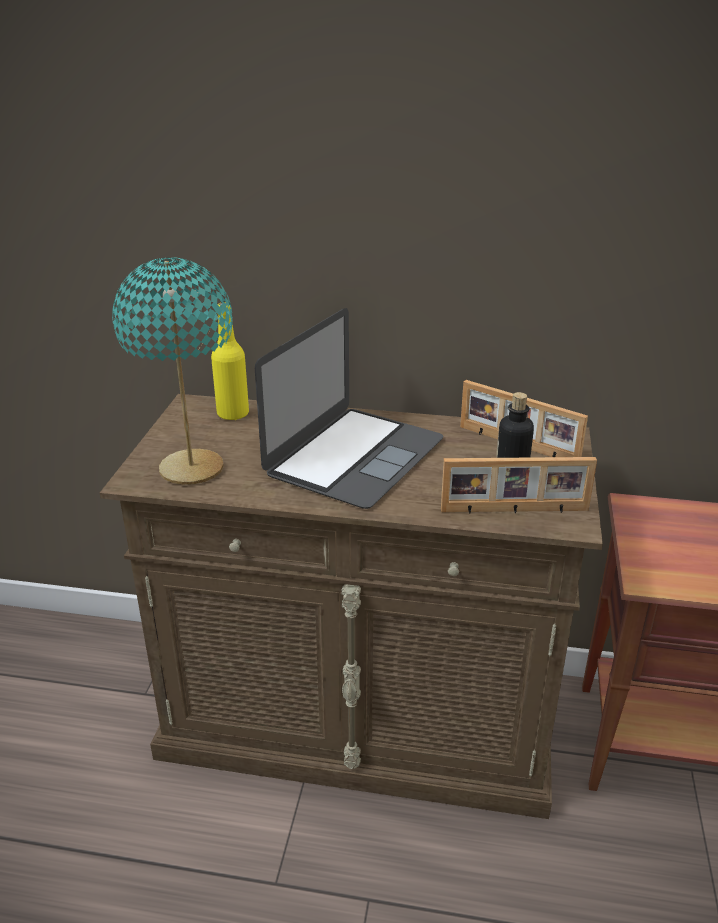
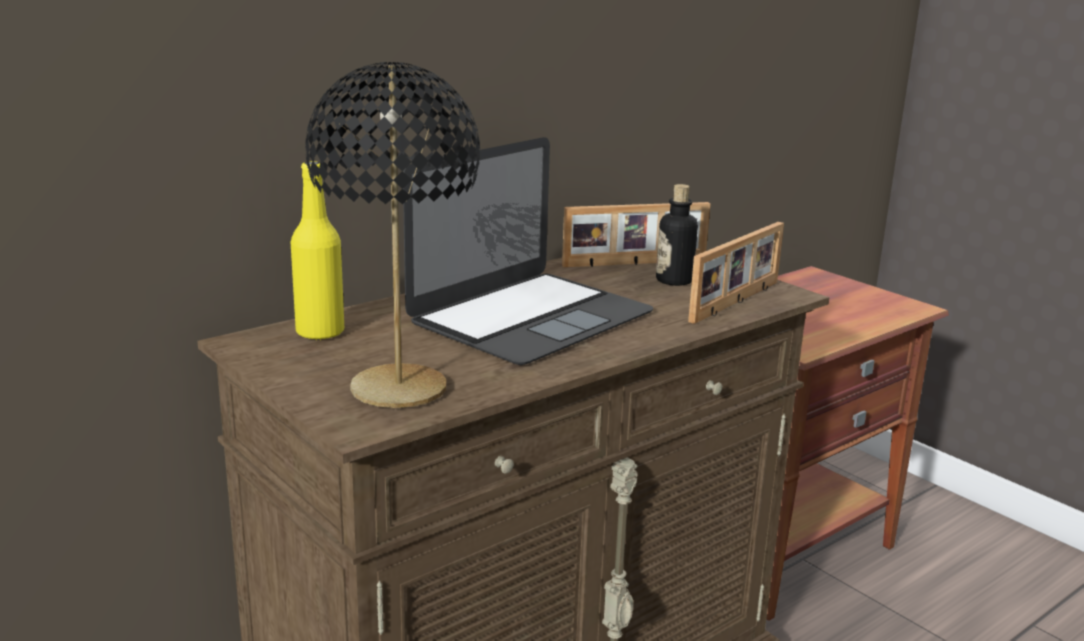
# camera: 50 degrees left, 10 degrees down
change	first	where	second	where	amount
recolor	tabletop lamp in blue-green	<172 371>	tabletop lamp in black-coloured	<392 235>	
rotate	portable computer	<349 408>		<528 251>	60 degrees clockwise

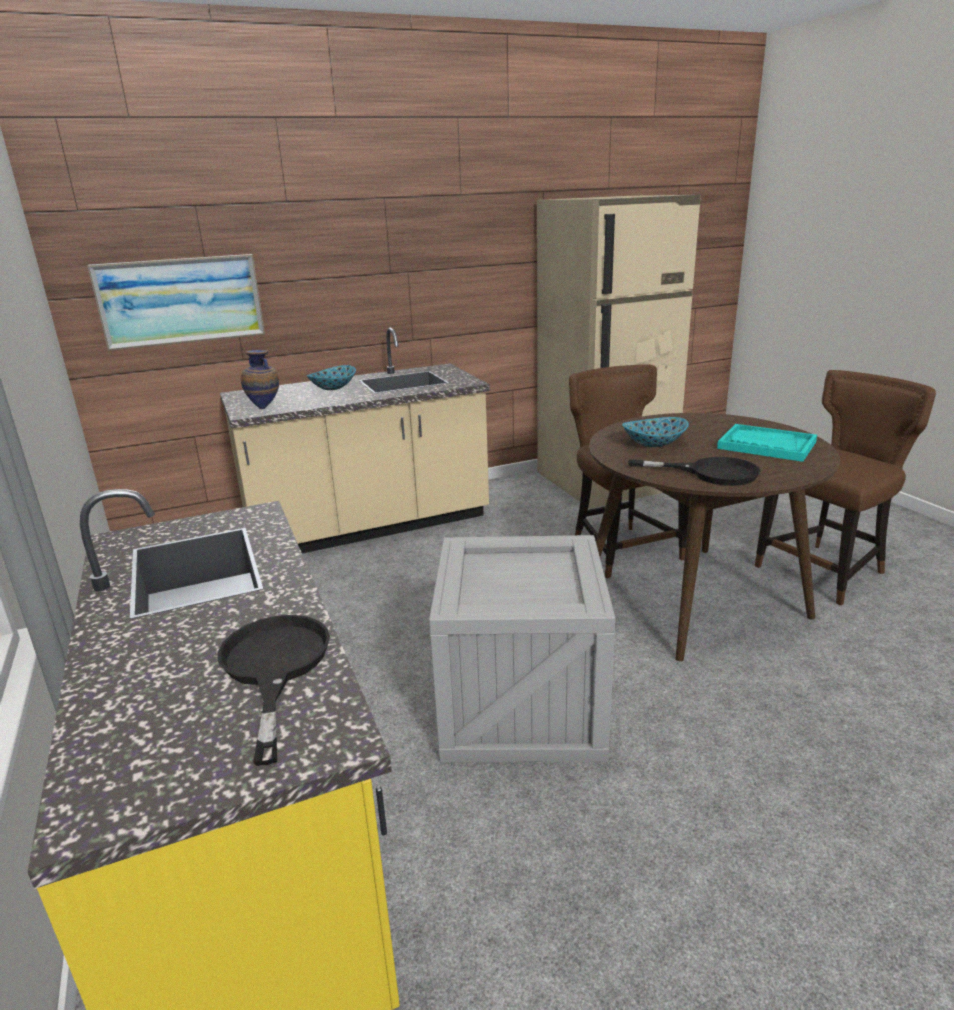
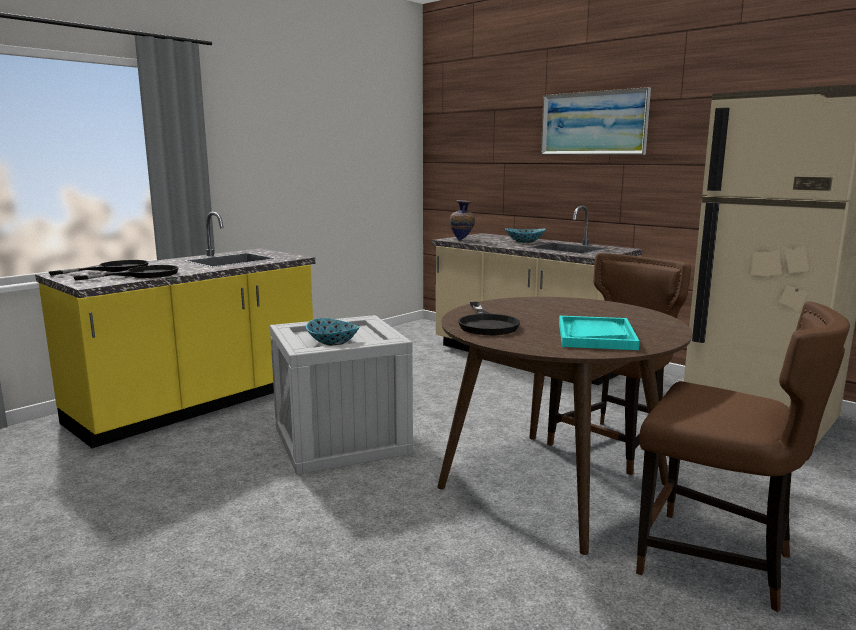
# camera: 65 degrees right, 10 degrees down
change	first	where	second	where	amount
insert			frying pan in black-coloured	<99 267>	
move	wall art	<176 302>		<596 121>	
move	bowl	<655 432>		<332 332>	

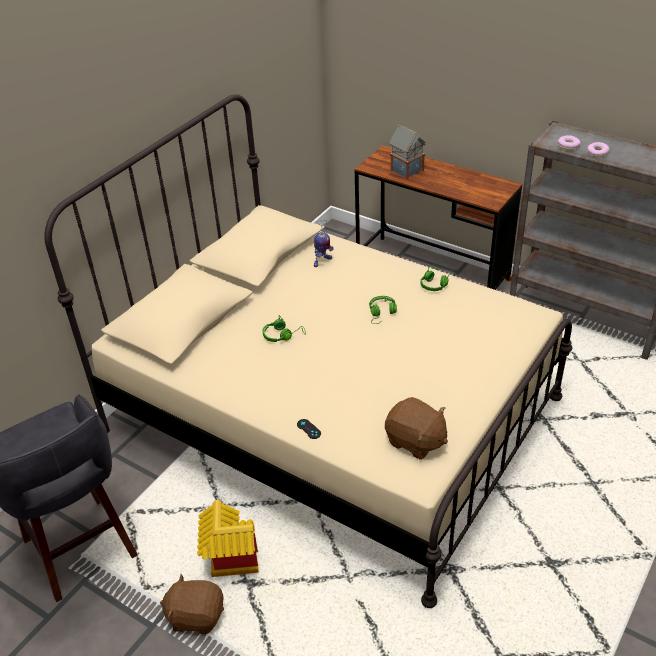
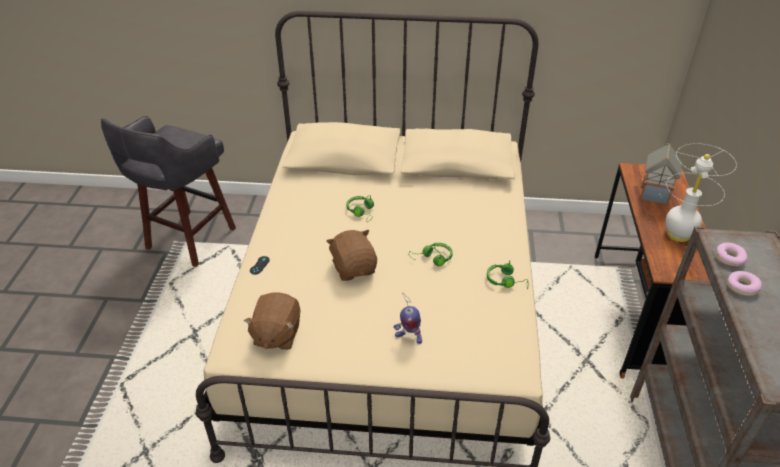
# camera: 60 degrees right, 0 degrees up
change	first	where	second	where	amount
delete	model house	<228 538>			
insert			tabletop lamp in white	<701 192>	
move	cuddly toy in brown	<192 604>		<352 255>	
move	robot figure	<324 243>		<407 318>	

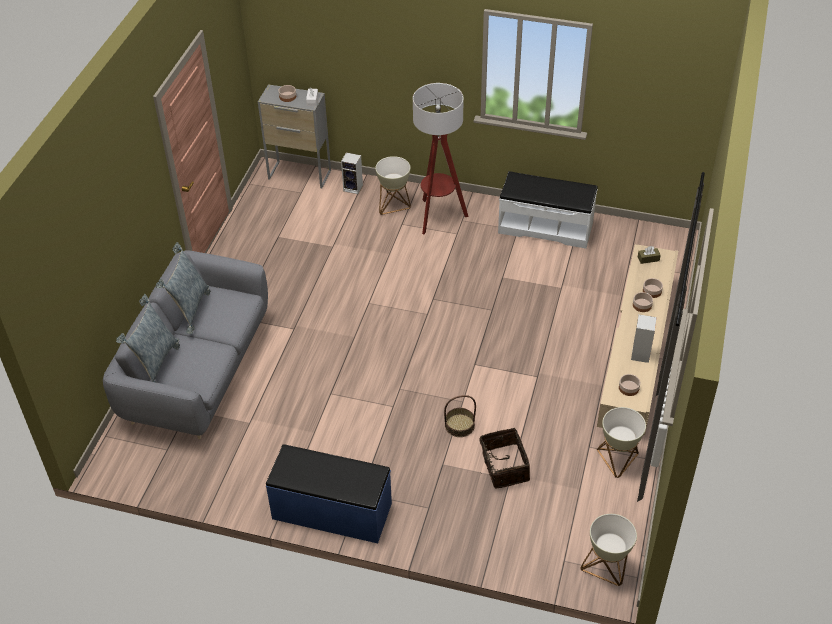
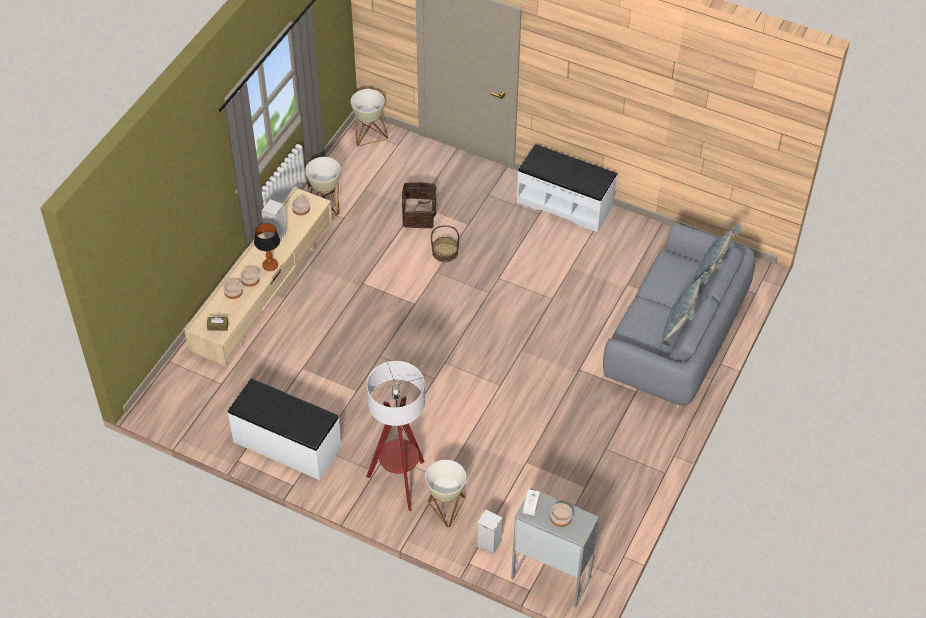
# camera: 170 degrees left, 5 degrees up
change	first	where	second	where	amount
insert			tabletop lamp	<267 247>	
recolor	indoor bench in blue-coloured	<329 493>	indoor bench in white	<567 188>	

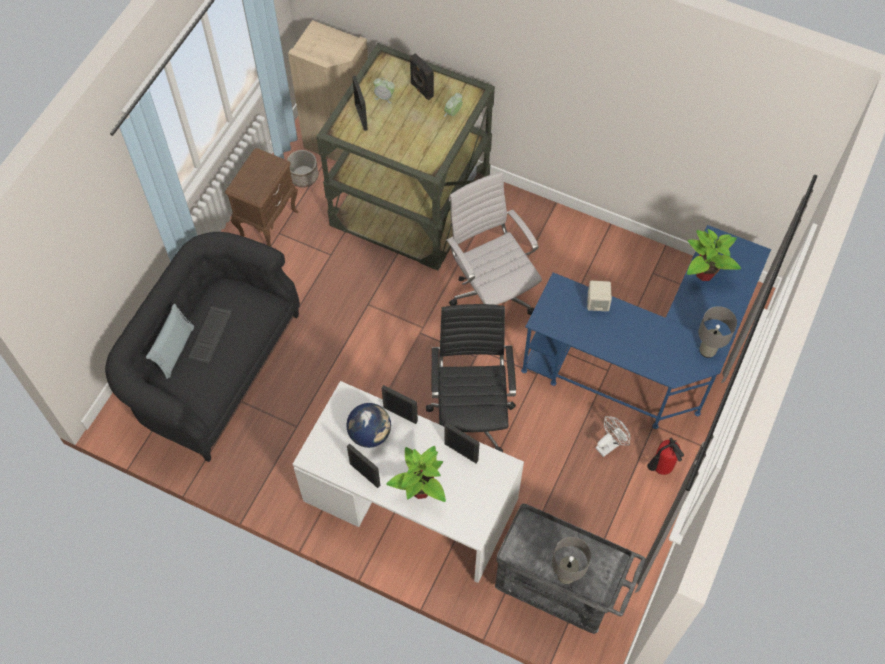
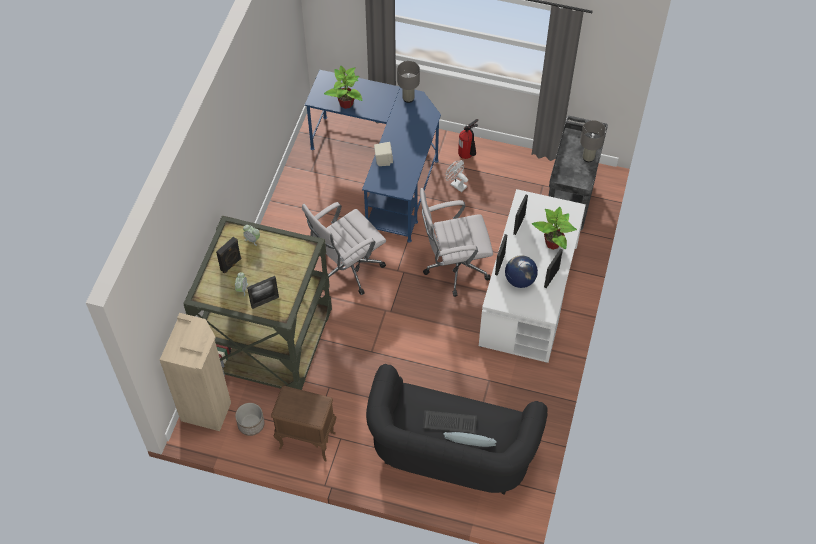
# camera: 100 degrees left, 5 degrees down
change	first	where	second	where	amount
recolor	computer chair in black-coloured	<471 378>	computer chair in white	<456 242>	

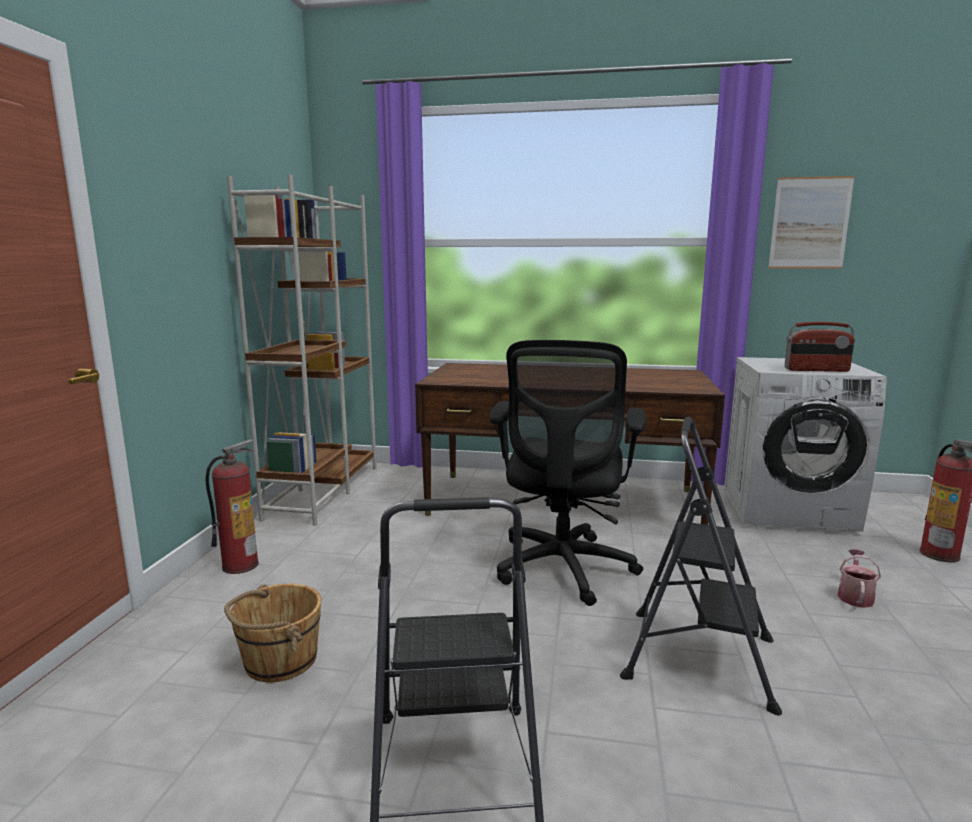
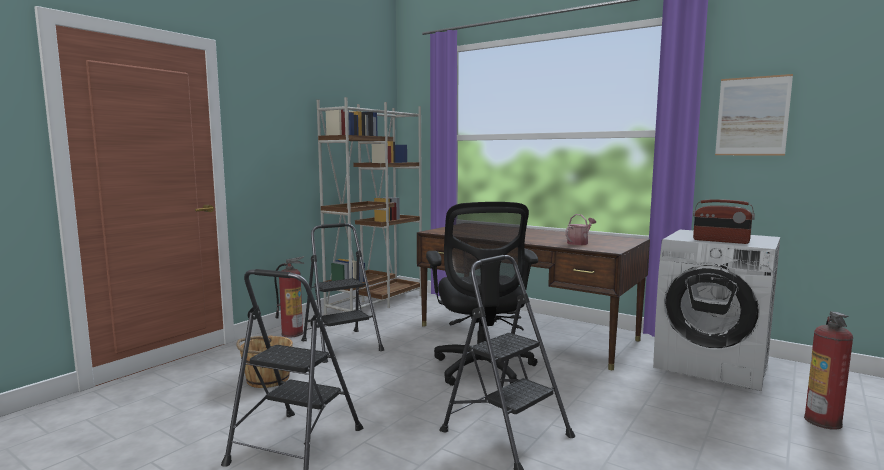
# camera: 25 degrees right, 5 degrees down
change	first	where	second	where	amount
insert			step stool in black-coloured	<342 293>	
move	watering can	<859 578>		<580 229>	
rotate	computer chair in black-coloured	<568 473>		<482 294>	45 degrees counterclockwise

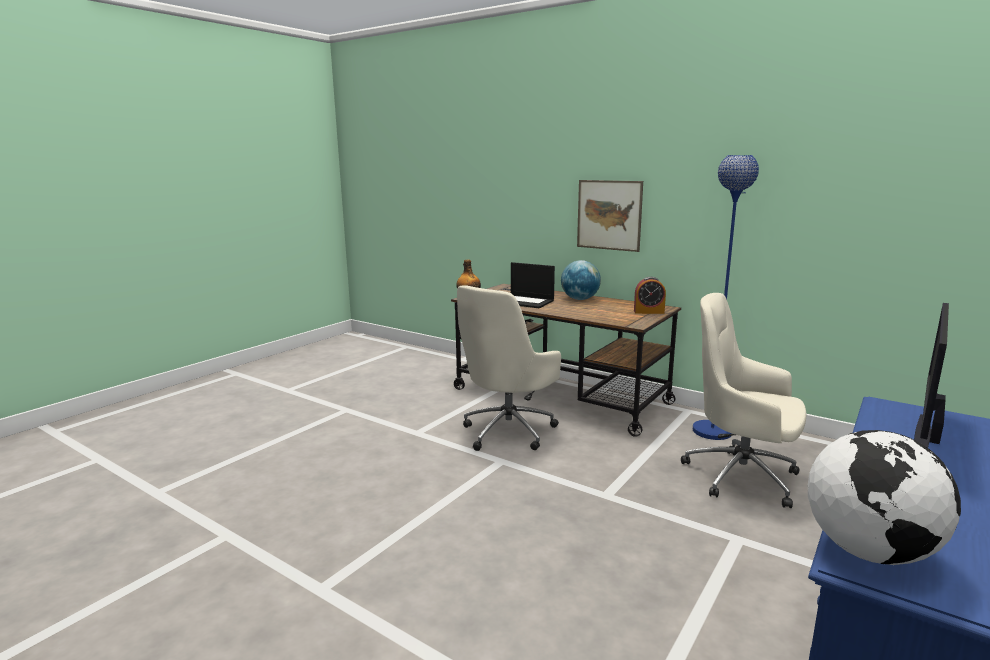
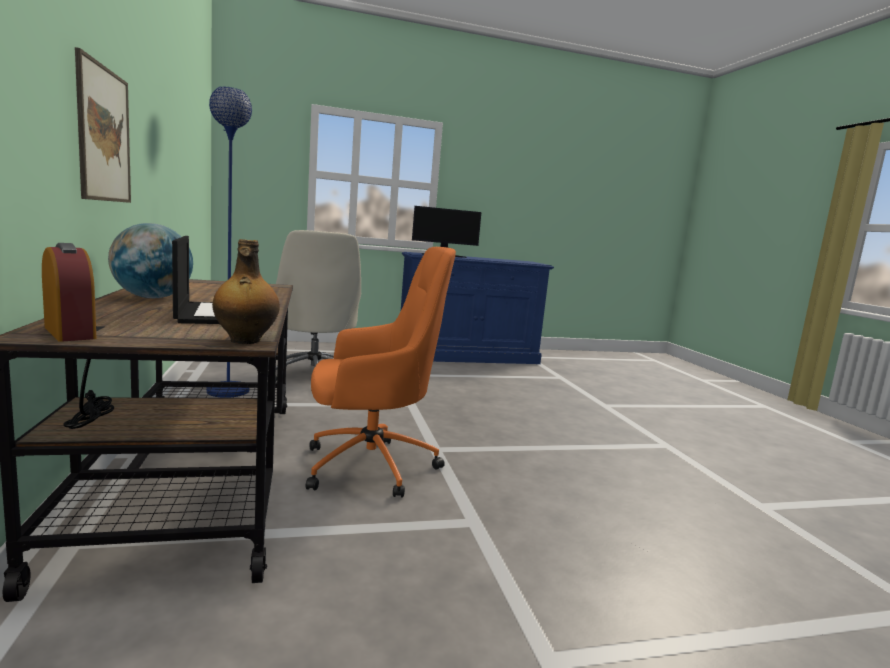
# camera: 140 degrees left, 5 degrees down
change	first	where	second	where	amount
delete	desk globe	<884 497>			
move	alarm clock	<650 295>		<69 292>	
recolor	computer chair in beige	<509 368>	computer chair in orangey	<381 372>	

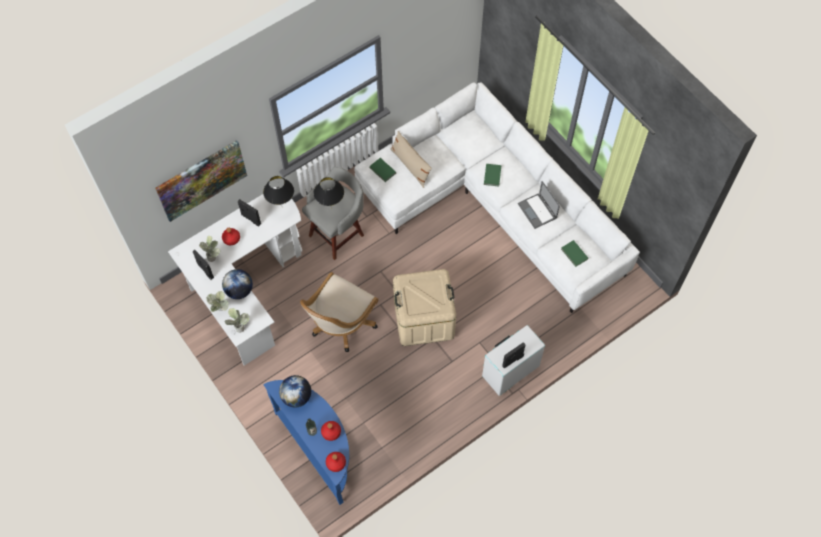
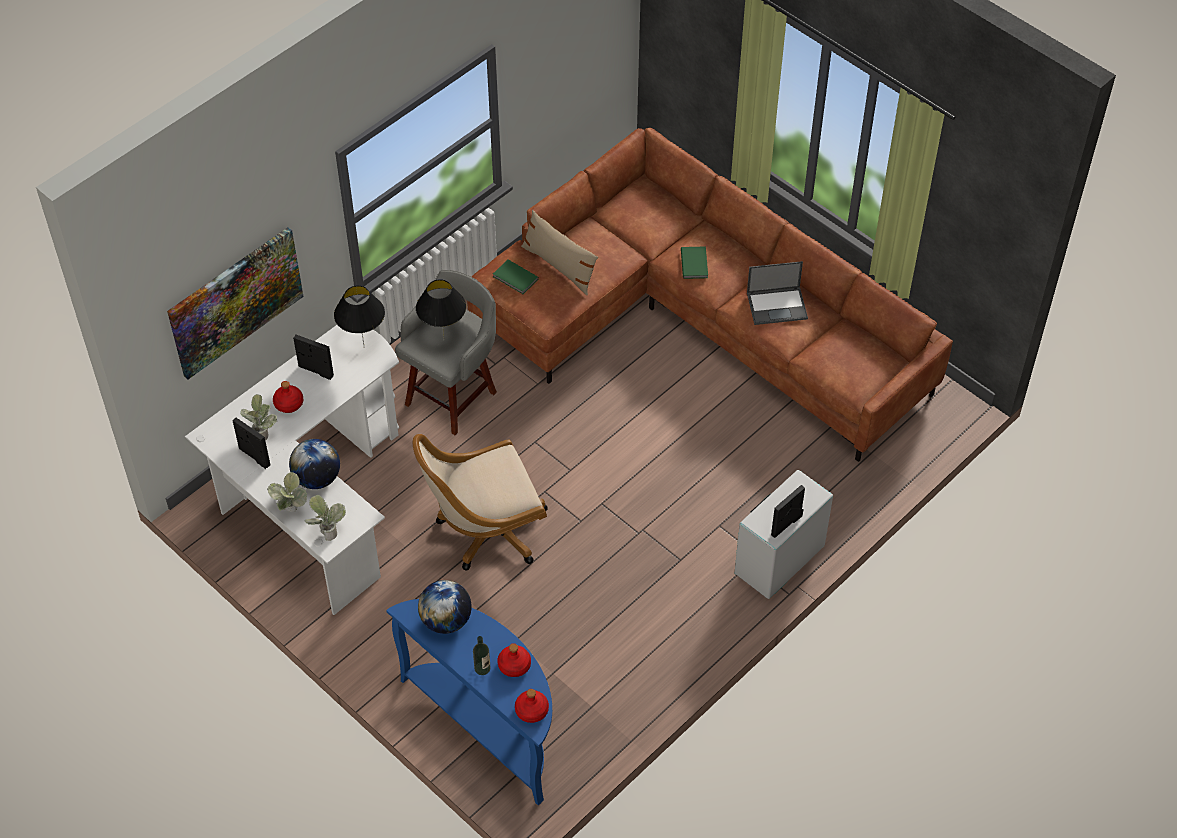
# camera: 10 degrees left, 10 degrees down
change	first	where	second	where	amount
delete	storage container in beige	<424 307>			
delete	book in greenish	<575 253>			
recolor	settee in white	<497 197>	settee in brown	<710 295>	
rotate	computer chair	<339 312>		<480 502>	45 degrees clockwise
rotate	portable computer	<539 205>		<777 293>	60 degrees counterclockwise

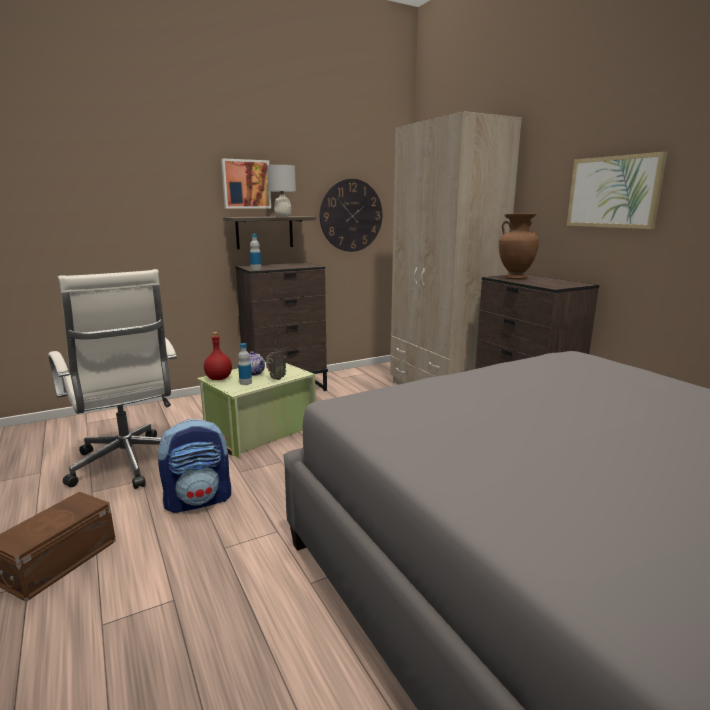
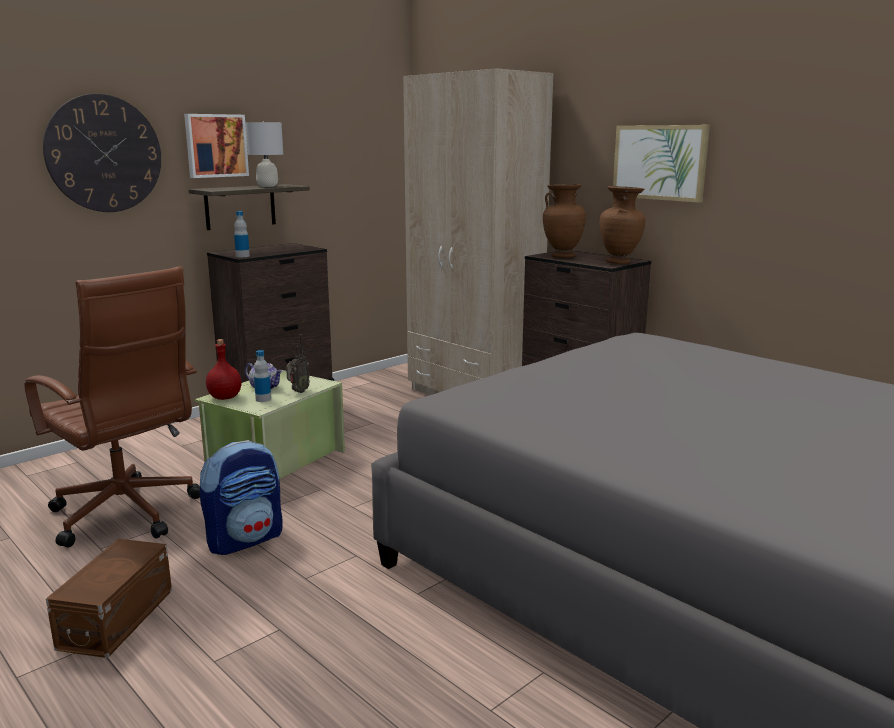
# camera: 15 degrees left, 0 degrees up
change	first	where	second	where	amount
insert			vase in brown	<622 225>	
move	clock on the wall	<351 215>		<102 153>	
recolor	computer chair in white	<112 379>	computer chair in brown	<112 407>	

